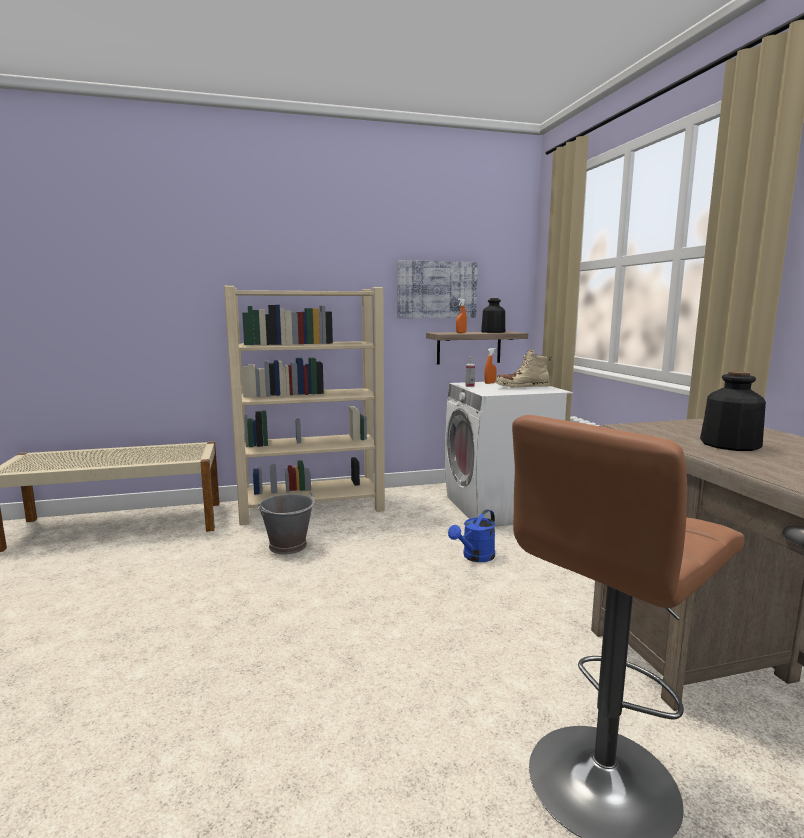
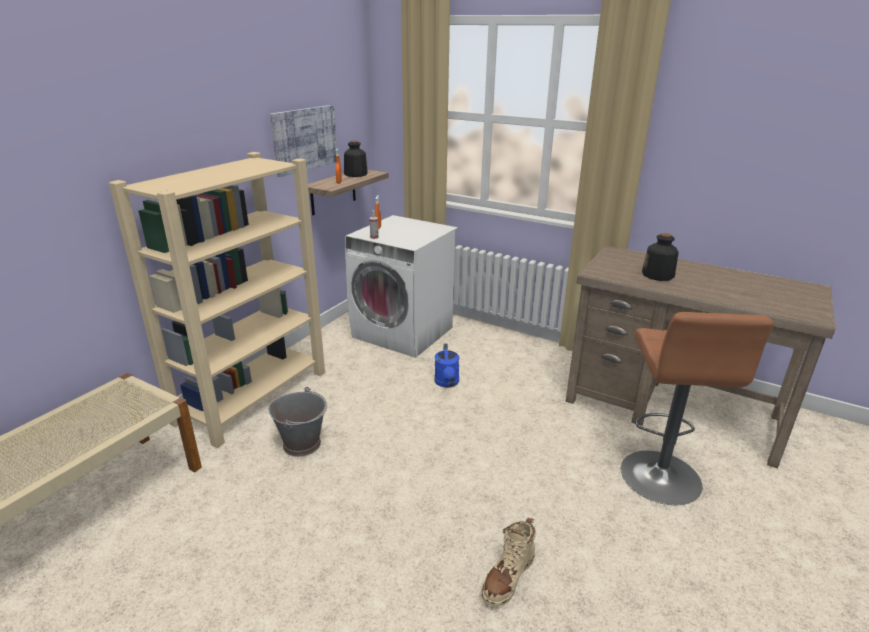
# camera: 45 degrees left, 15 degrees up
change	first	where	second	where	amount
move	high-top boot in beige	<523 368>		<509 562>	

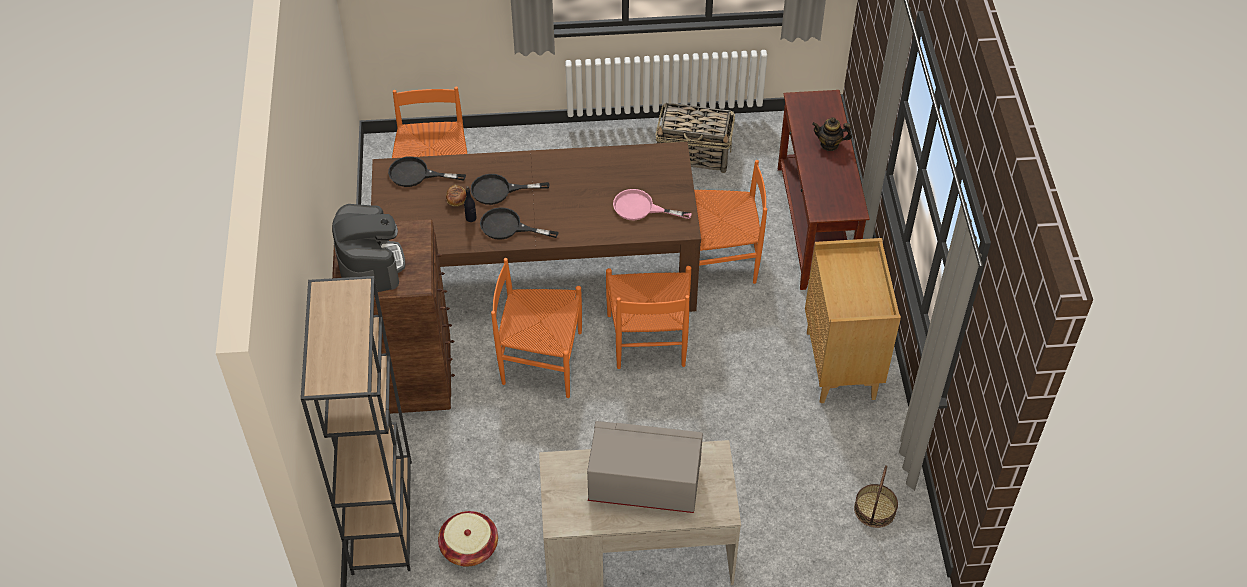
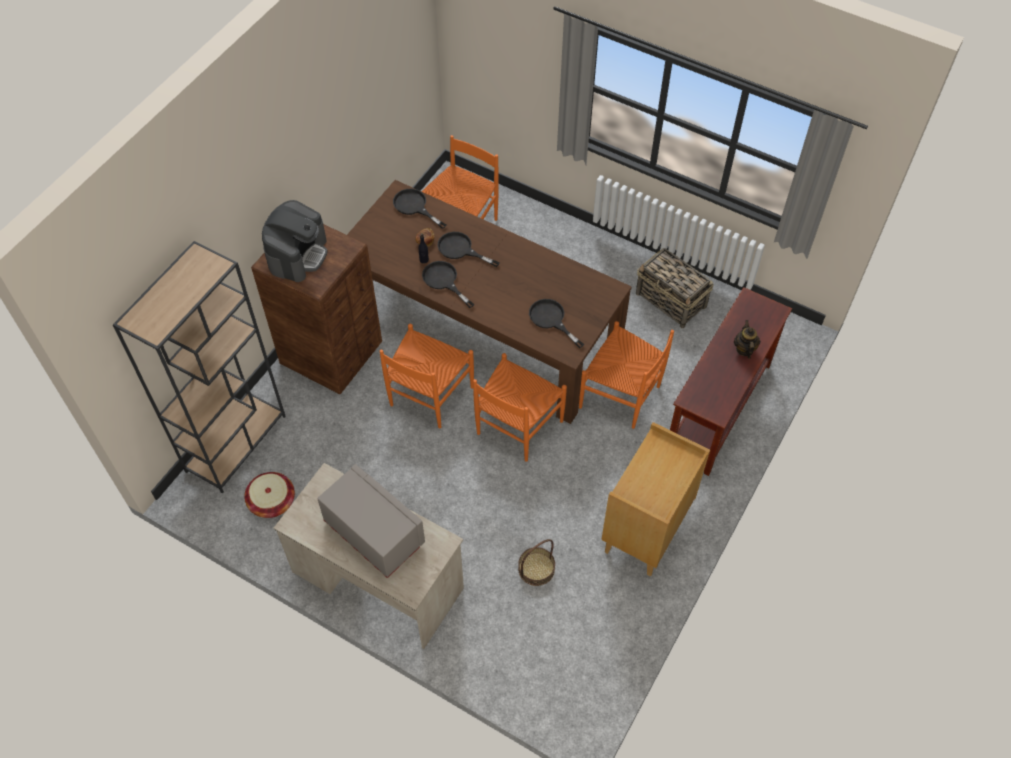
# camera: 35 degrees right, 5 degrees up
change	first	where	second	where	amount
move	storage basket	<876 496>		<536 562>	
recolor	frying pan in pink-coloured	<652 204>	frying pan in black-coloured	<557 323>	
rotate	upright chair in orangey	<536 328>		<427 376>	105 degrees counterclockwise
rotate	teapot	<832 134>		<747 339>	45 degrees clockwise

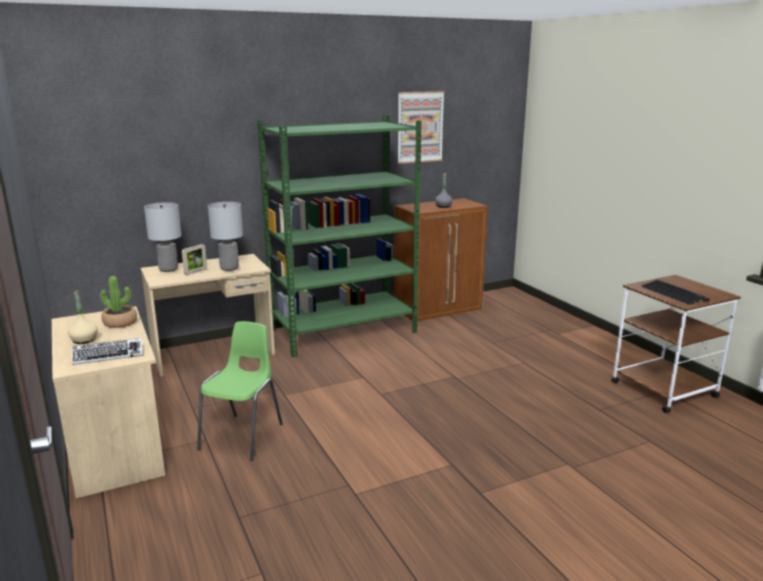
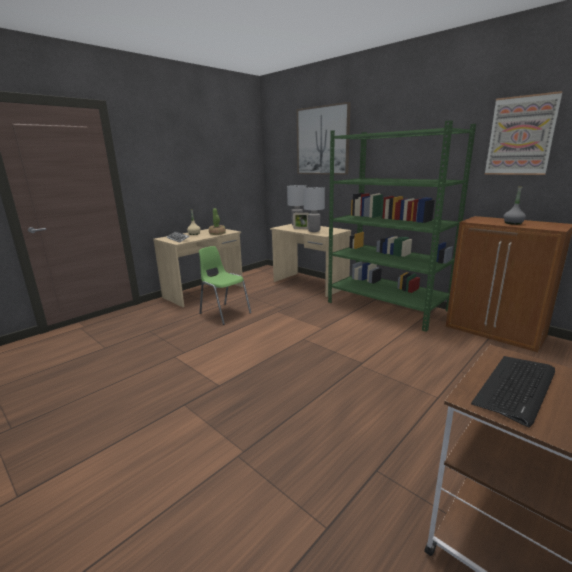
# camera: 70 degrees right, 0 degrees up
change	first	where	second	where	amount
insert			wall art	<324 138>	
rotate	upright chair in greenish	<240 391>		<225 285>	135 degrees counterclockwise

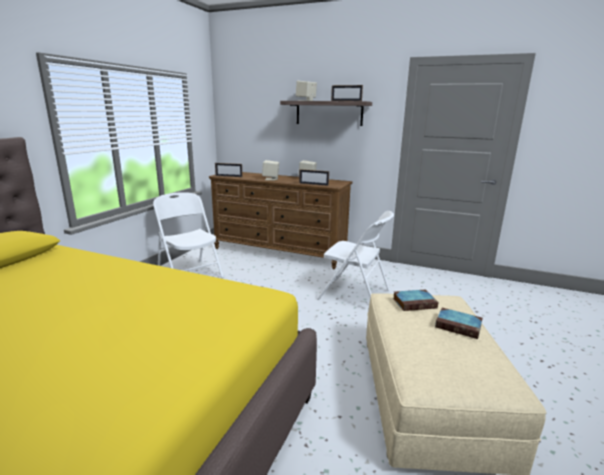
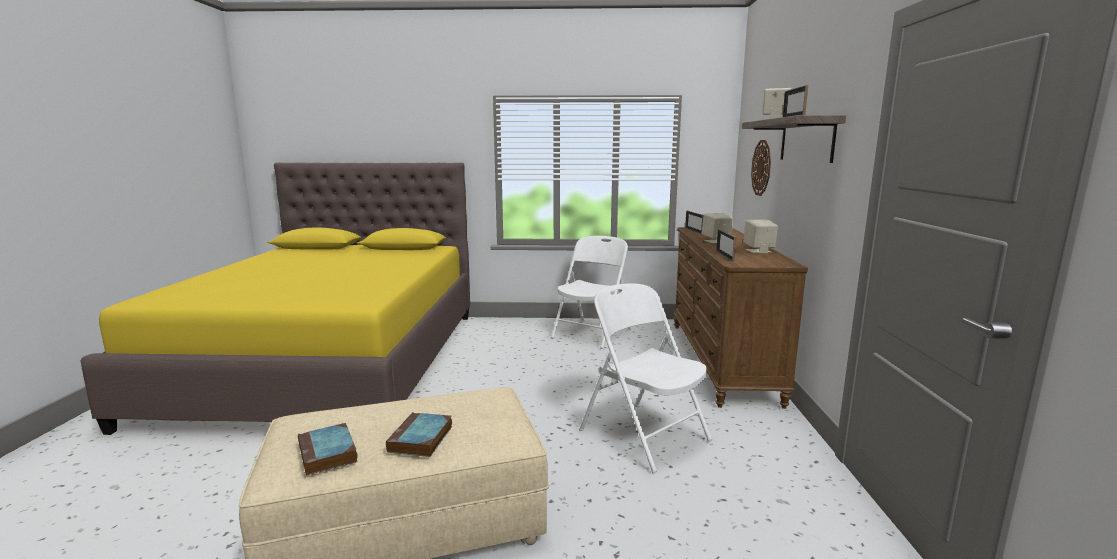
# camera: 70 degrees right, 5 degrees down
change	first	where	second	where	amount
insert			clock on the wall	<761 168>	
move	book	<416 300>		<328 449>	
rotate	upright chair in white	<355 255>		<645 378>	135 degrees clockwise

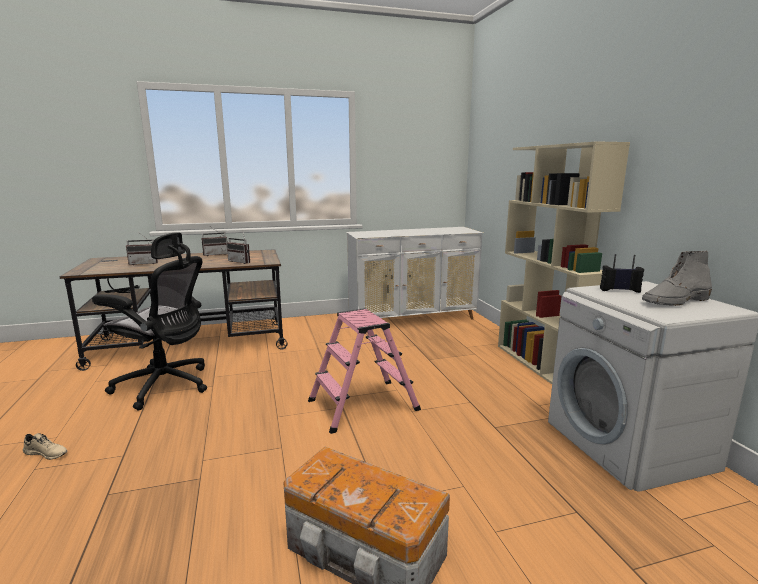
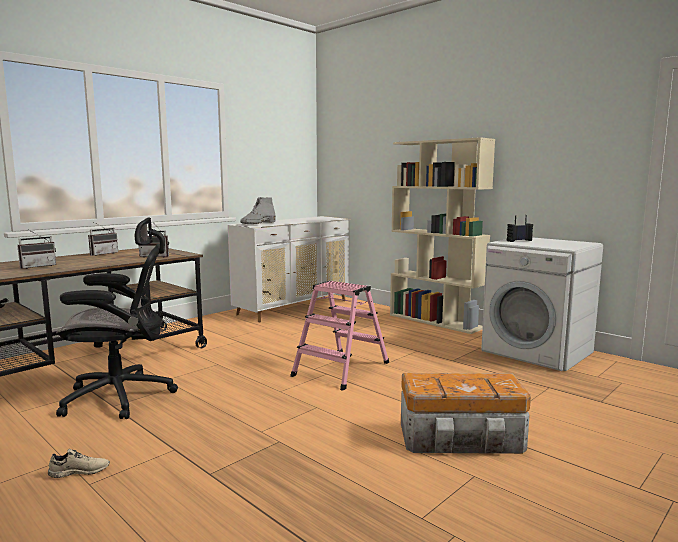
# camera: 30 degrees left, 5 degrees down
change	first	where	second	where	amount
move	high-top boot in gray	<677 278>		<258 210>	

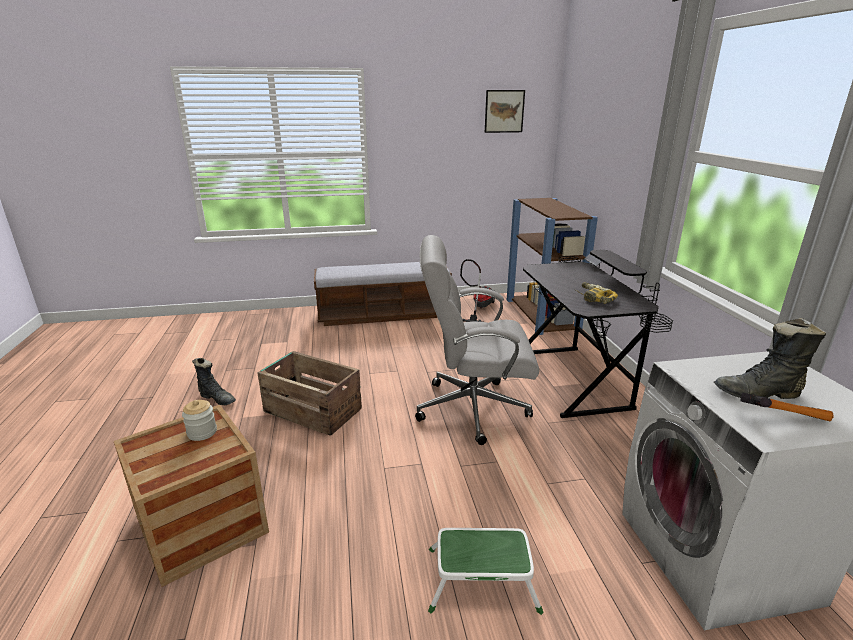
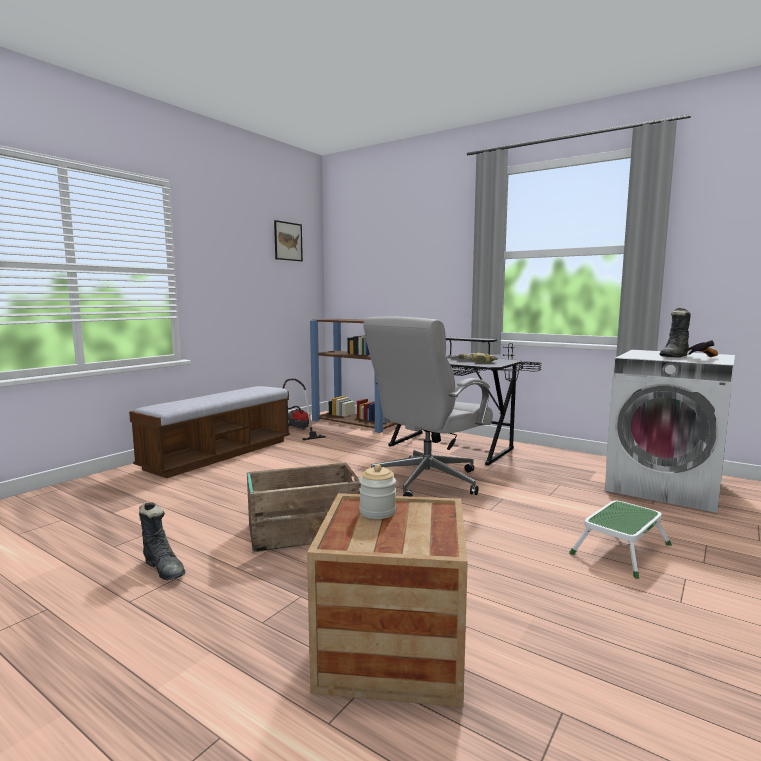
# camera: 45 degrees left, 15 degrees down
change	first	where	second	where	amount
rotate	high-top boot in black-coloured	<214 381>		<162 541>	60 degrees clockwise

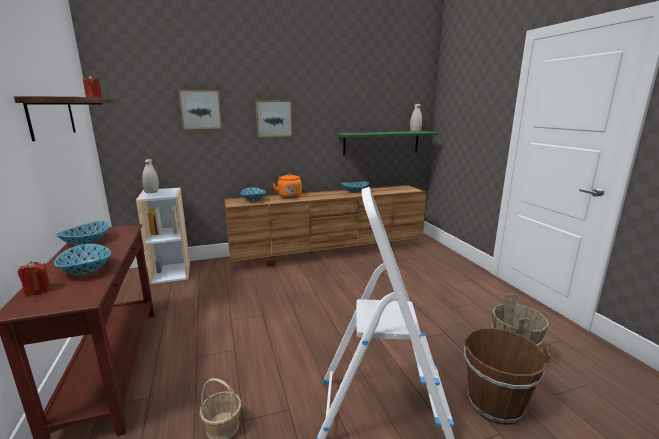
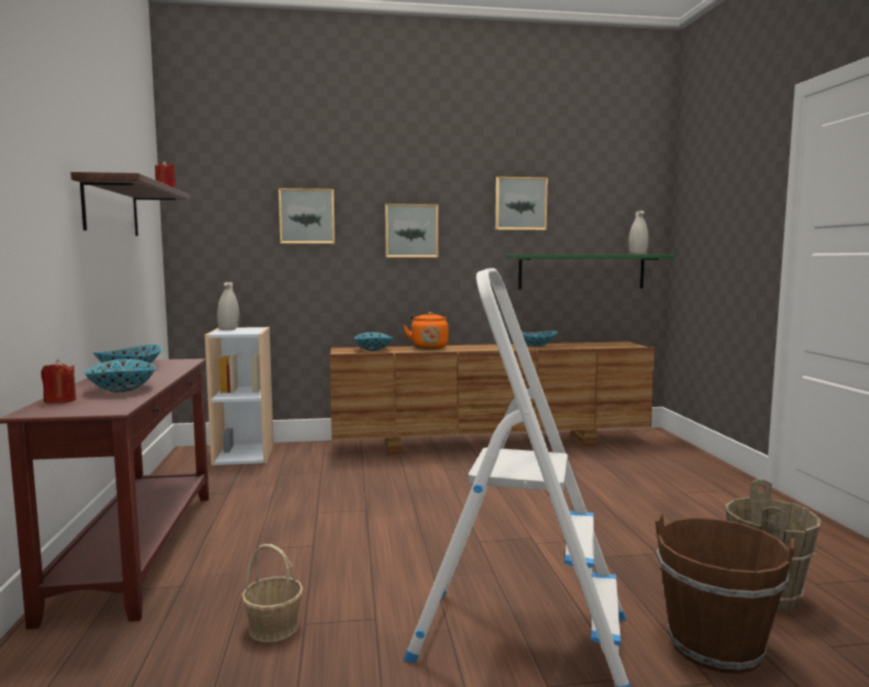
# camera: 10 degrees right, 10 degrees down
change	first	where	second	where	amount
insert			wall art	<521 203>	

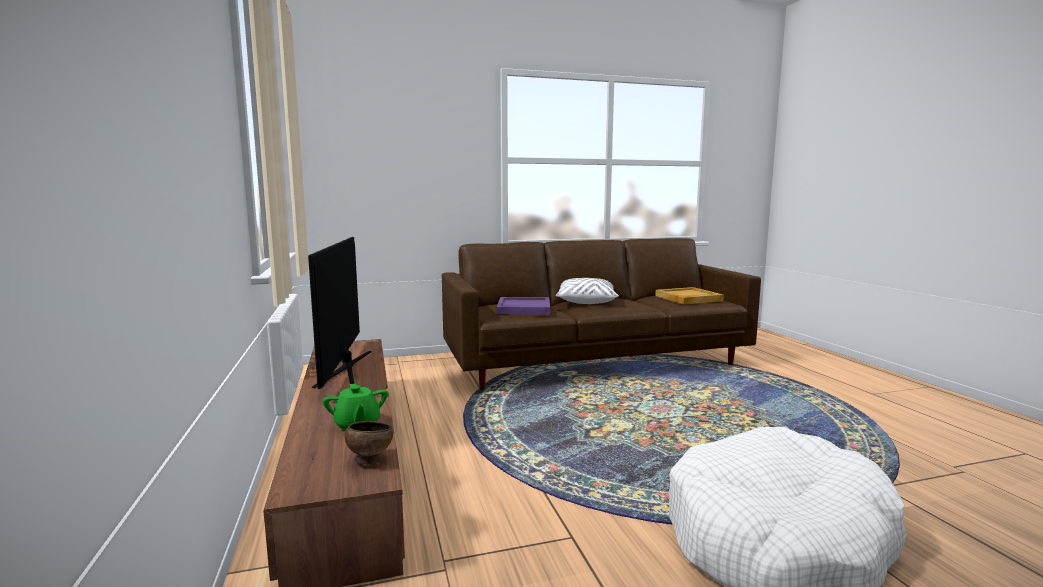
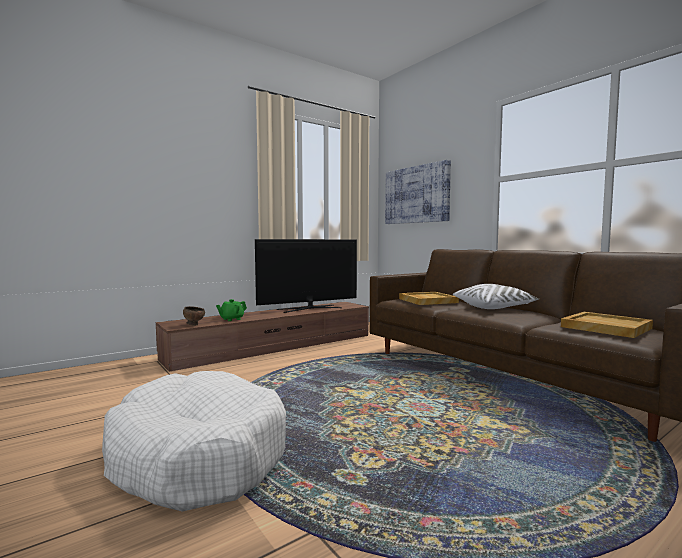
# camera: 70 degrees right, 5 degrees down
change	first	where	second	where	amount
insert			wall art	<418 192>	
recolor	serving tray in purple	<523 306>	serving tray in beige	<429 298>	

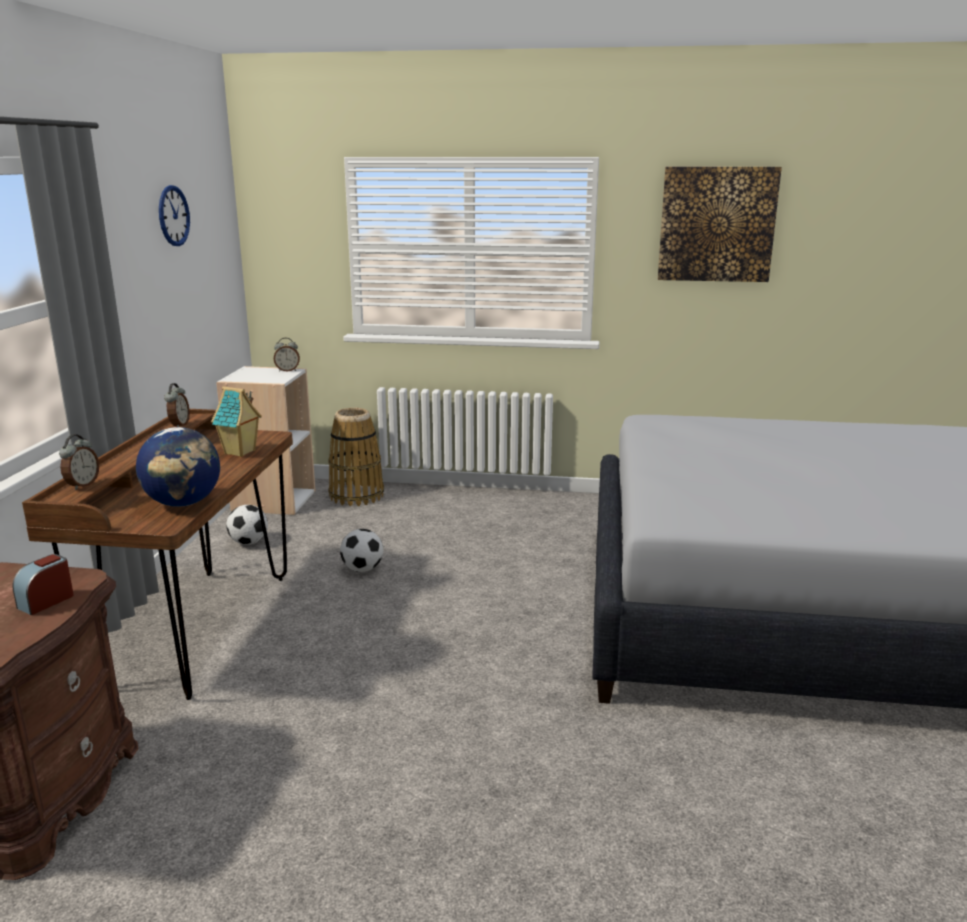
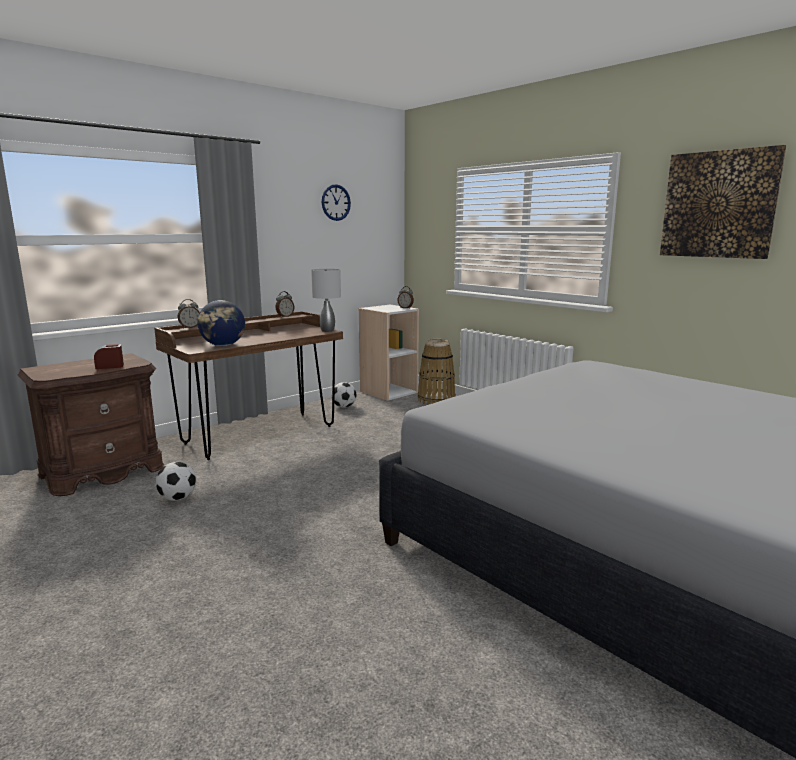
# camera: 40 degrees right, 5 degrees down
change	first	where	second	where	amount
delete	model house	<236 421>			
insert			tabletop lamp in gray	<326 300>	
move	football	<361 550>		<176 481>	

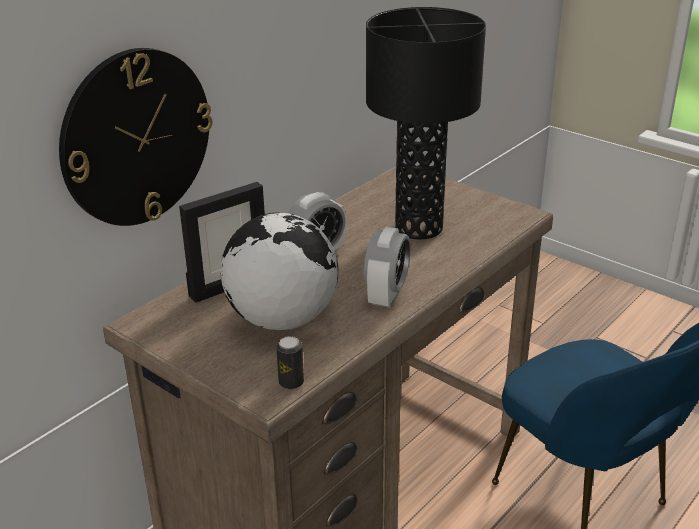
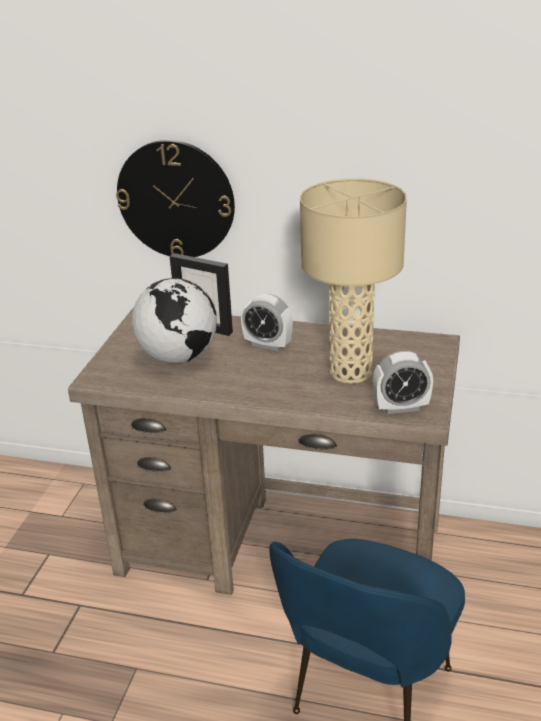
# camera: 65 degrees right, 0 degrees up
change	first	where	second	where	amount
delete	sealed can	<290 362>			
move	alarm clock	<387 267>		<403 382>	
recolor	tabletop lamp in black-coloured	<426 123>	tabletop lamp in beige	<353 281>	

